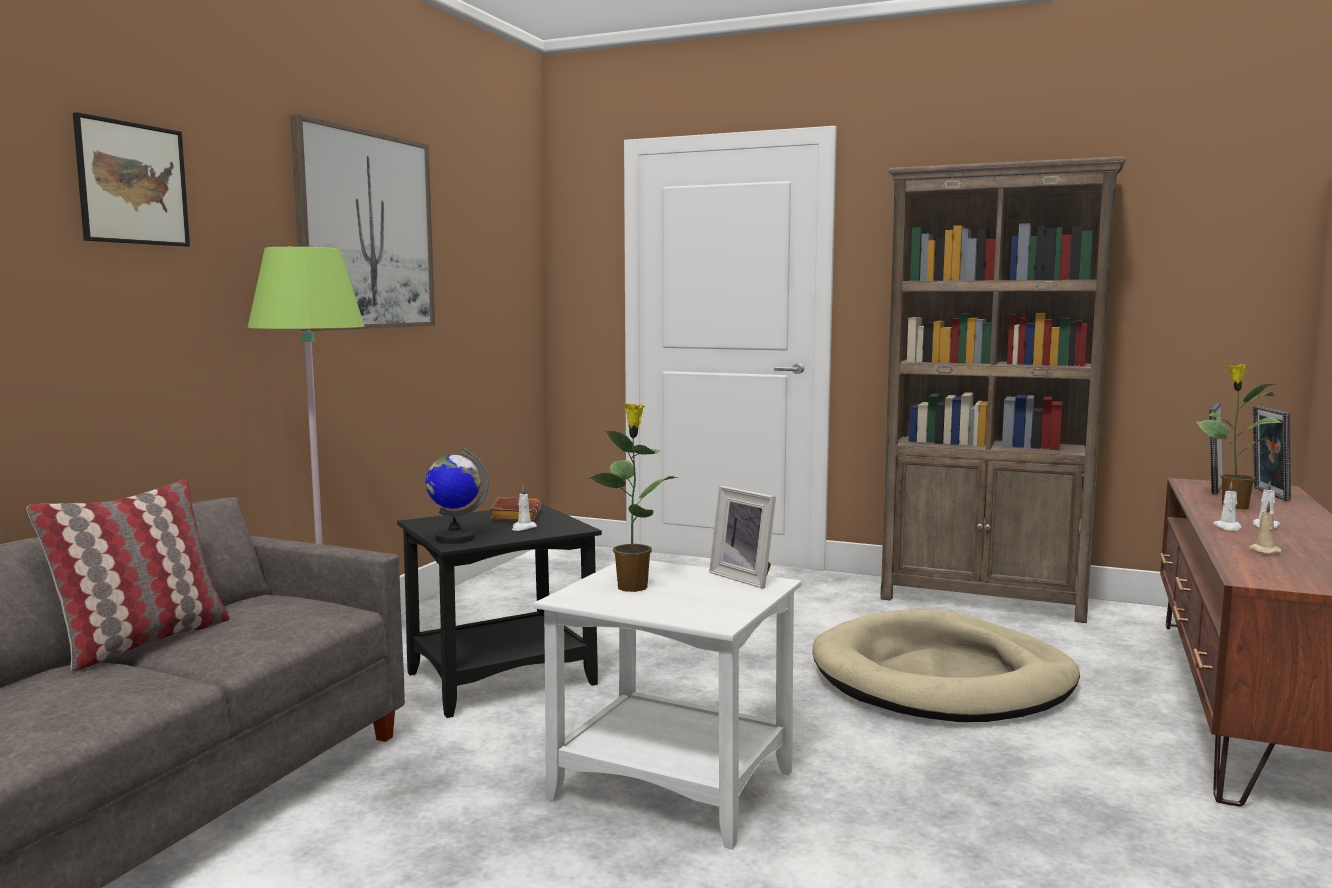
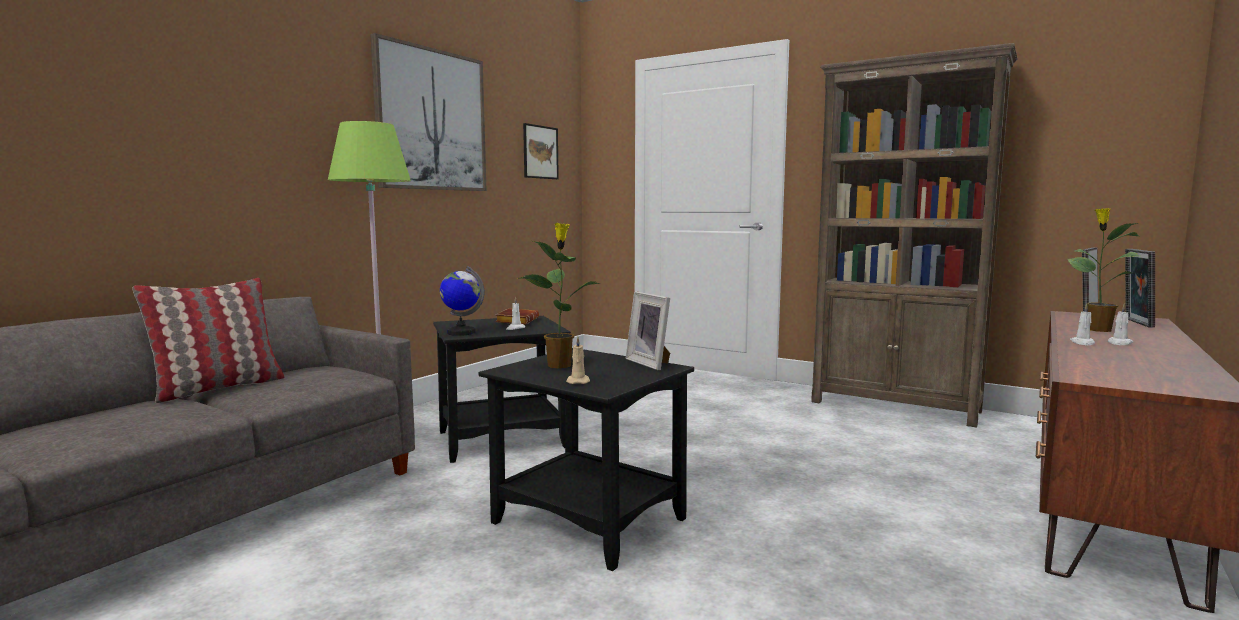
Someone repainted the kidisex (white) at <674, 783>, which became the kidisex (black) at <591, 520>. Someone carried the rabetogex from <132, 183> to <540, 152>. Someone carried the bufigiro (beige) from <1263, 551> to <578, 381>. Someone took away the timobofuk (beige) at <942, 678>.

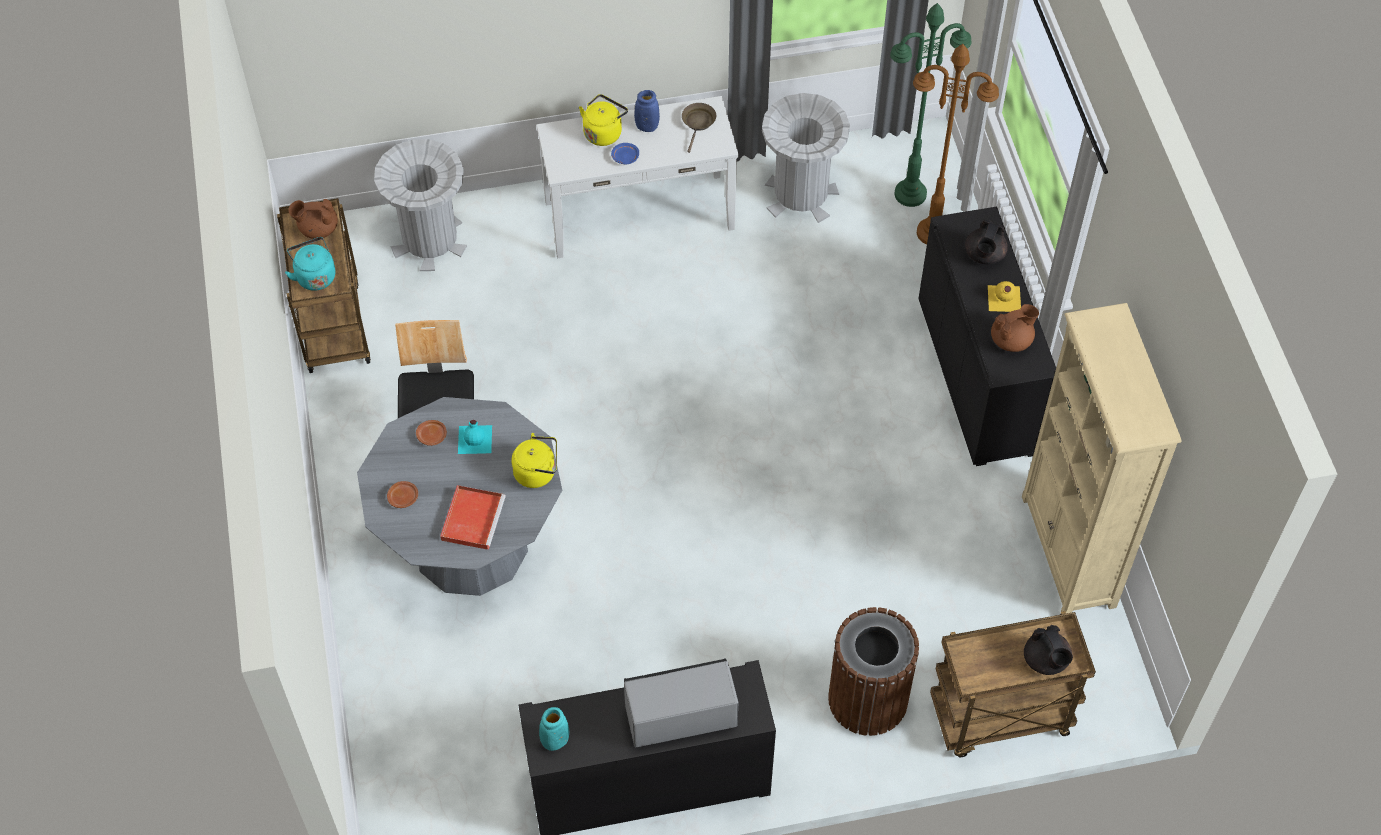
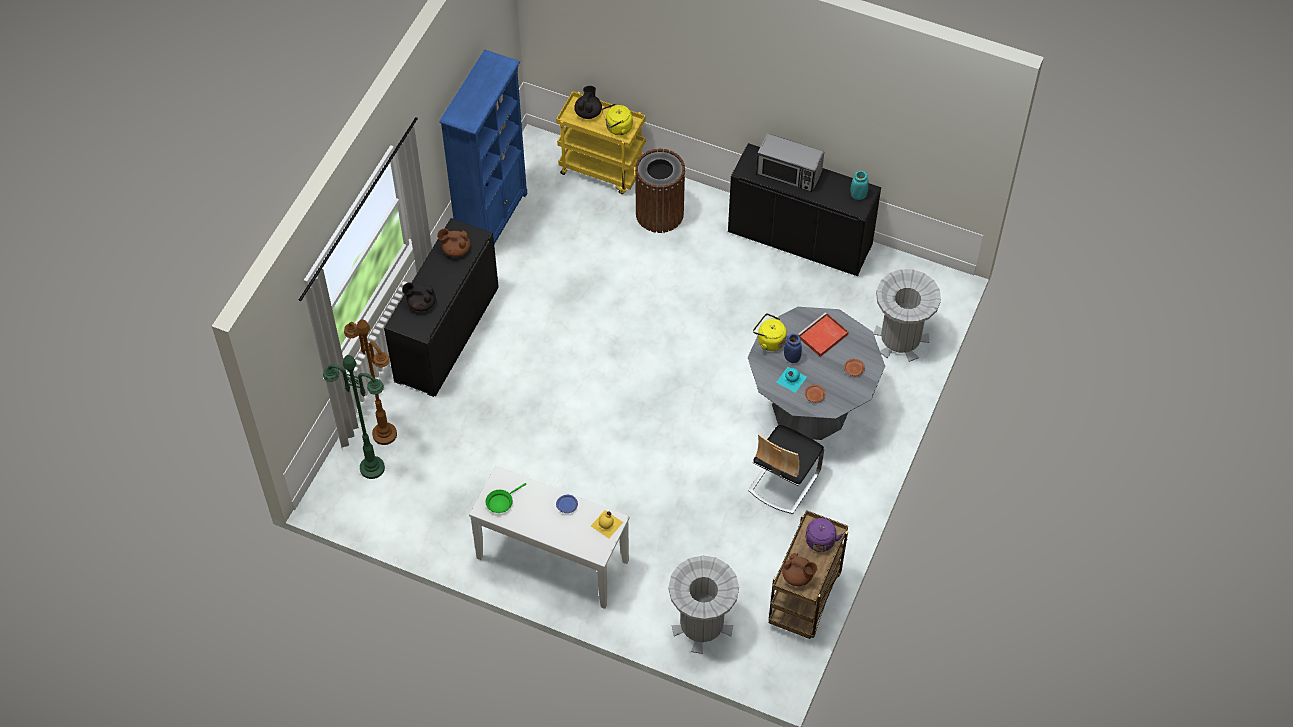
Someone rotated the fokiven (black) at <984, 255> by 135 degrees counterclockwise. Someone repainted the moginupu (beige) at <1068, 552>, which became the moginupu (blue) at <493, 220>. Someone repainted the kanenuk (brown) at <698, 123>, which became the kanenuk (green) at <501, 502>. Someone repainted the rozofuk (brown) at <999, 718>, which became the rozofuk (yellow) at <603, 170>. Someone carried the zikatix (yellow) from <1003, 299> to <607, 524>. Someone carried the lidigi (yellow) from <604, 132> to <617, 128>. Someone carried the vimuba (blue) from <647, 126> to <791, 358>. Someone repainted the lidigi (turquoise) at <314, 275>, which became the lidigi (purple) at <820, 543>. Someone carried the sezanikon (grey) from <800, 195> to <900, 339>.

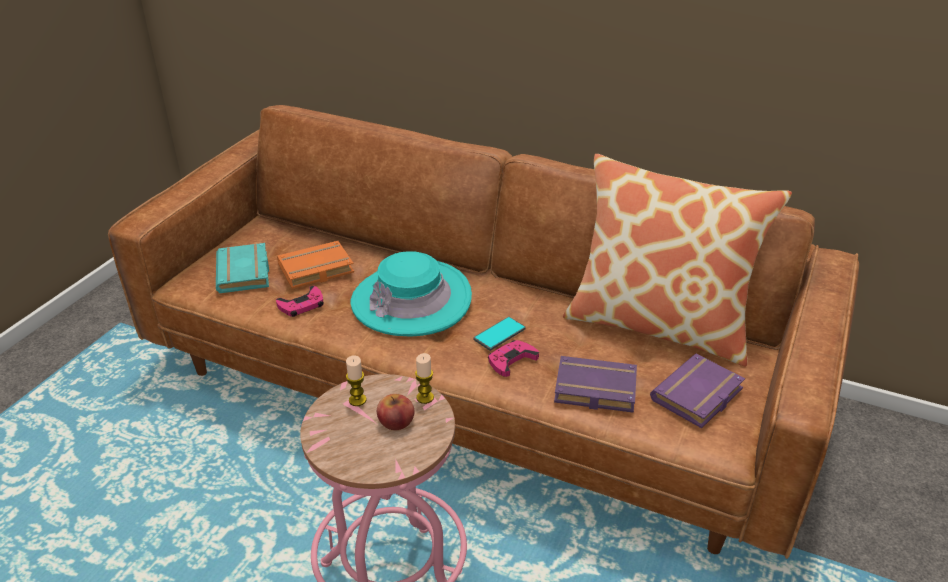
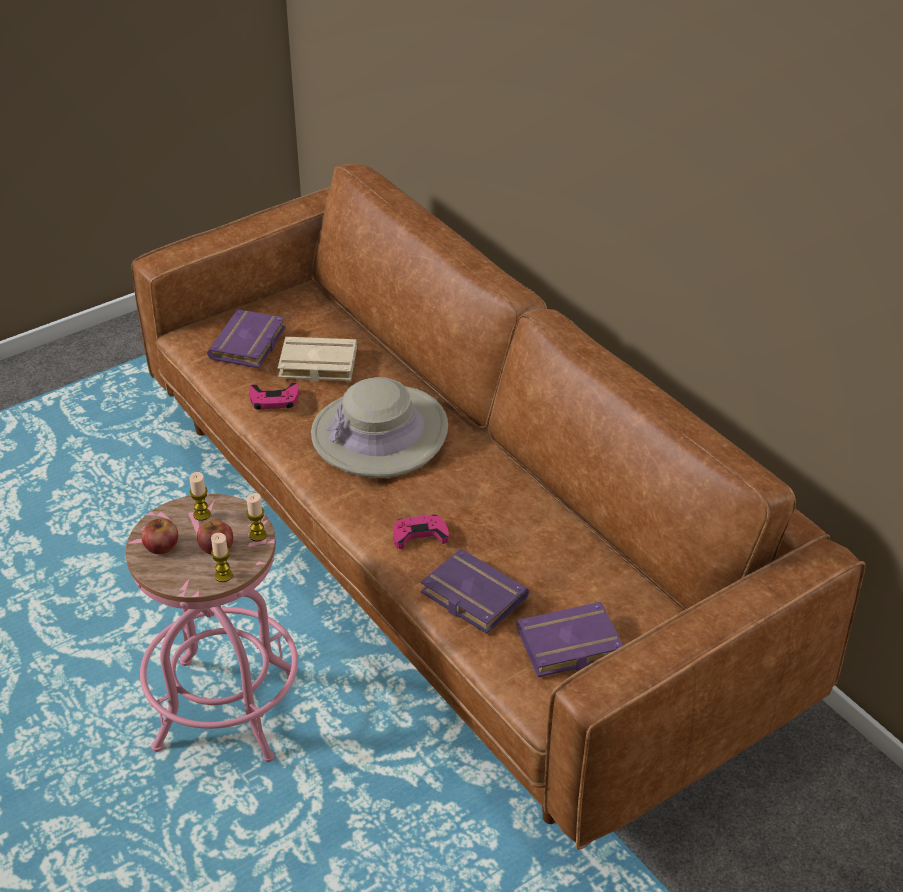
Someone put down the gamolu at <161, 545>. Someone repainted the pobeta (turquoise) at <245, 273>, which became the pobeta (purple) at <249, 345>. Someone put down the bufigiro at <223, 575>. Someone repainted the pobeta (orange) at <315, 270>, which became the pobeta (beige) at <316, 365>. Someone repainted the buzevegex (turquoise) at <411, 300>, which became the buzevegex (beige) at <380, 433>. Someone took away the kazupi at <499, 334>. Someone took away the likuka at <659, 324>.

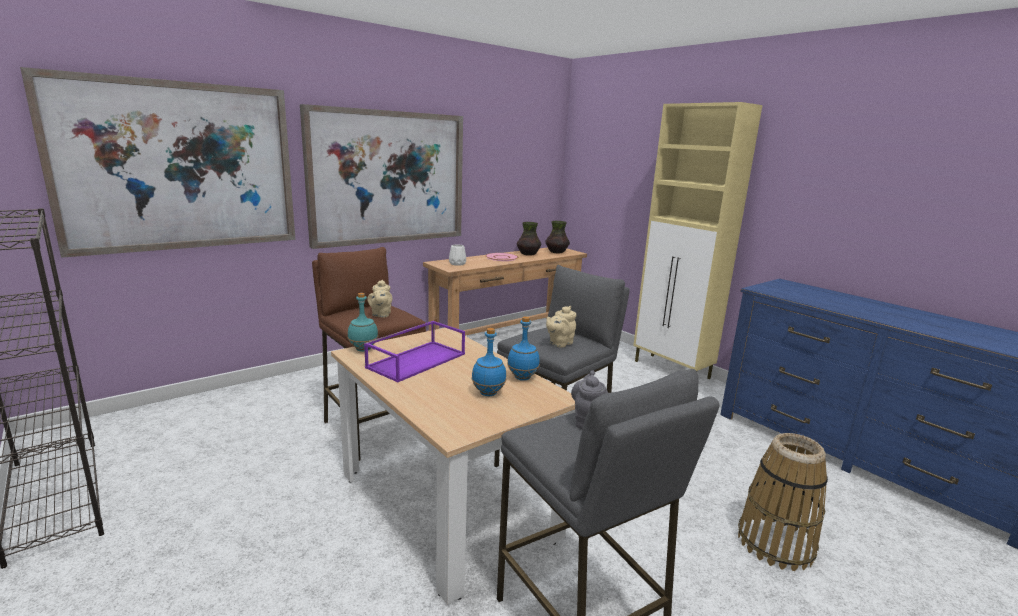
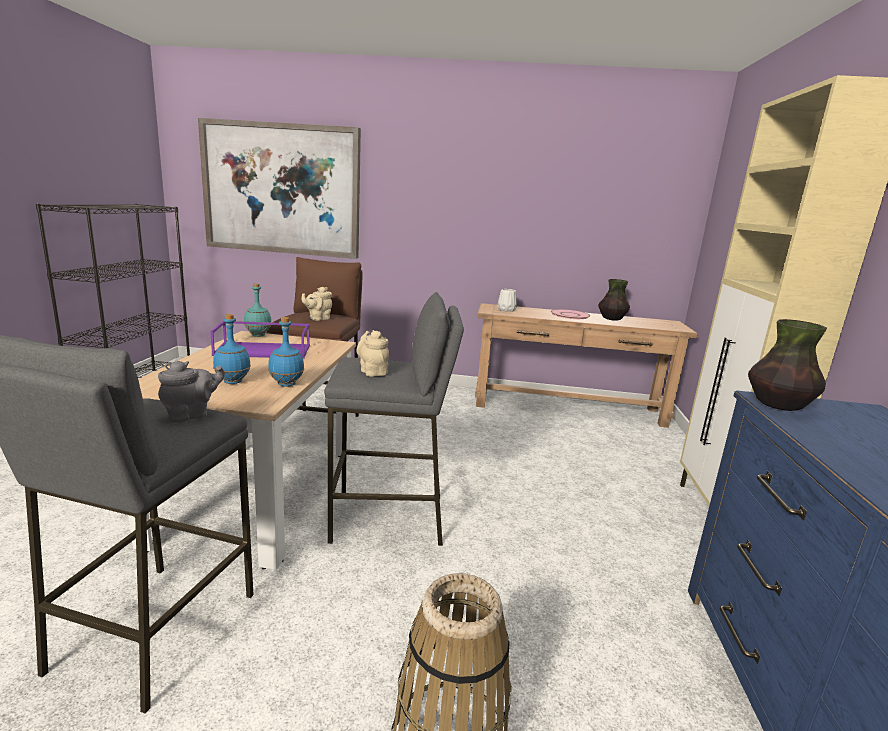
Someone rotated the fokiven (beige) at <559, 343> by 60 degrees clockwise. Someone carried the vimuba from <556, 252> to <778, 405>. Someone took away the rabetogex at <388, 177>.

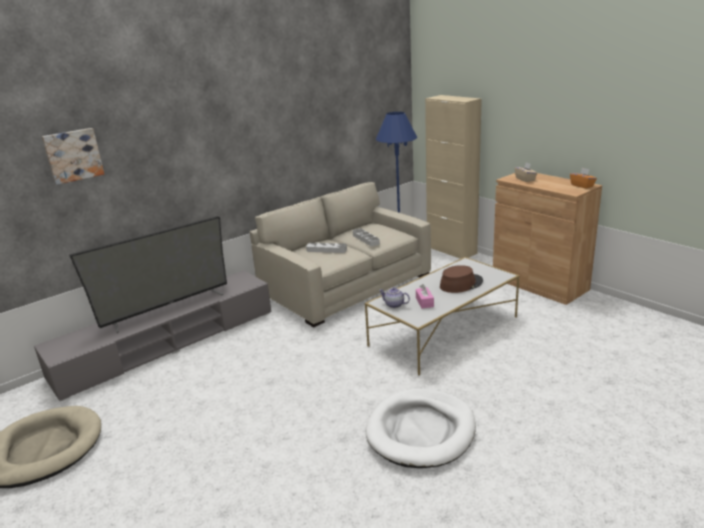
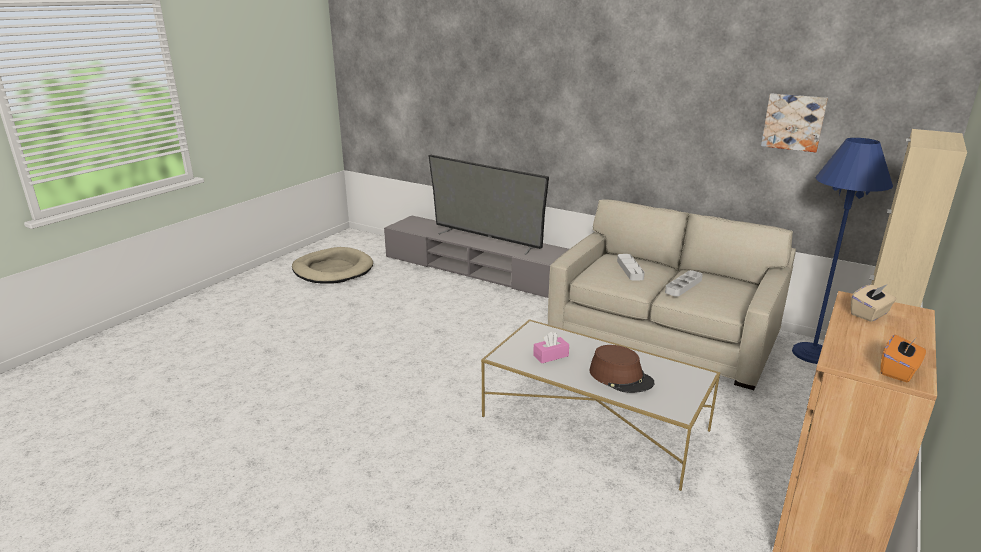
Someone carried the rabetogex from <73, 155> to <793, 122>. Someone took away the timobofuk (white) at <421, 431>. Someone took away the fokiven at <394, 305>.

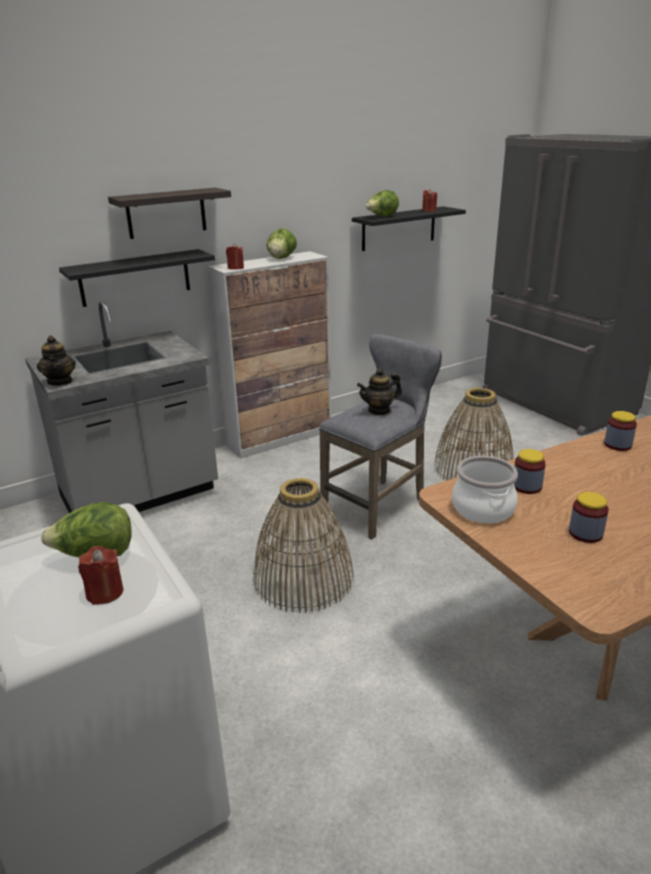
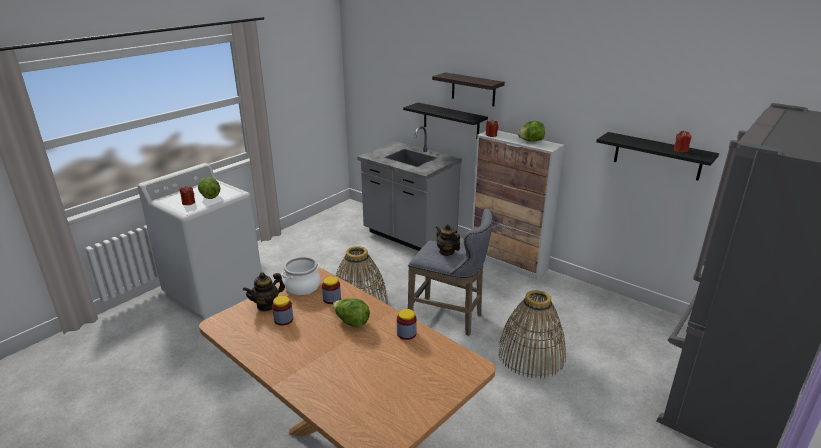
Someone carried the fokiven from <60, 381> to <266, 305>. Someone carried the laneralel from <382, 216> to <351, 322>.

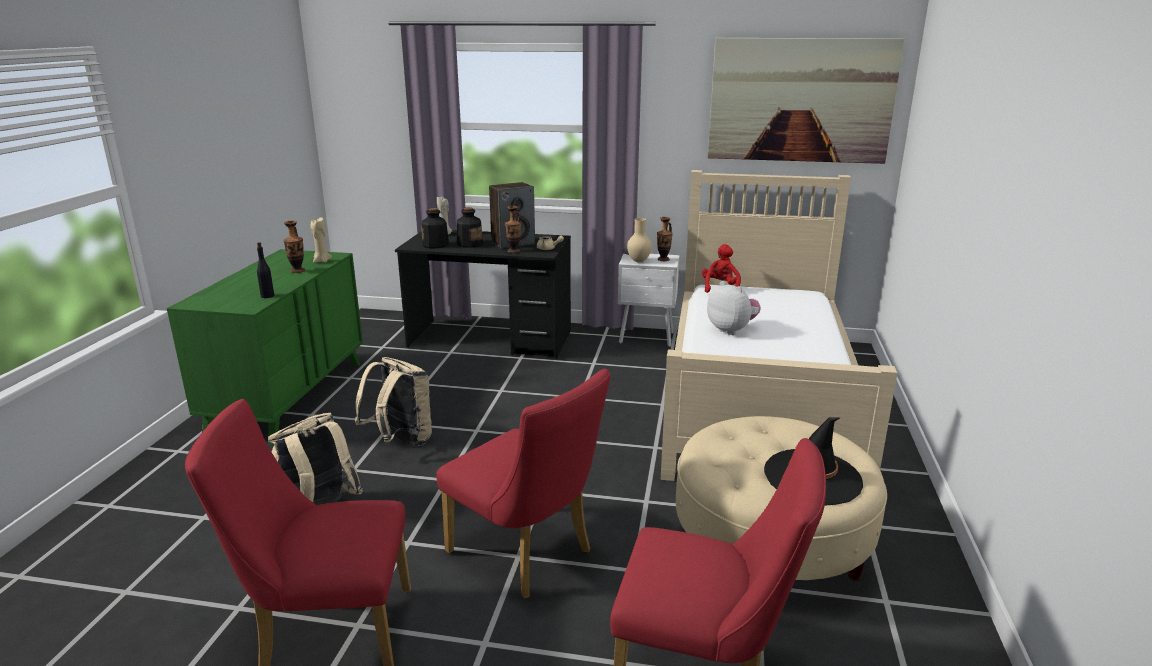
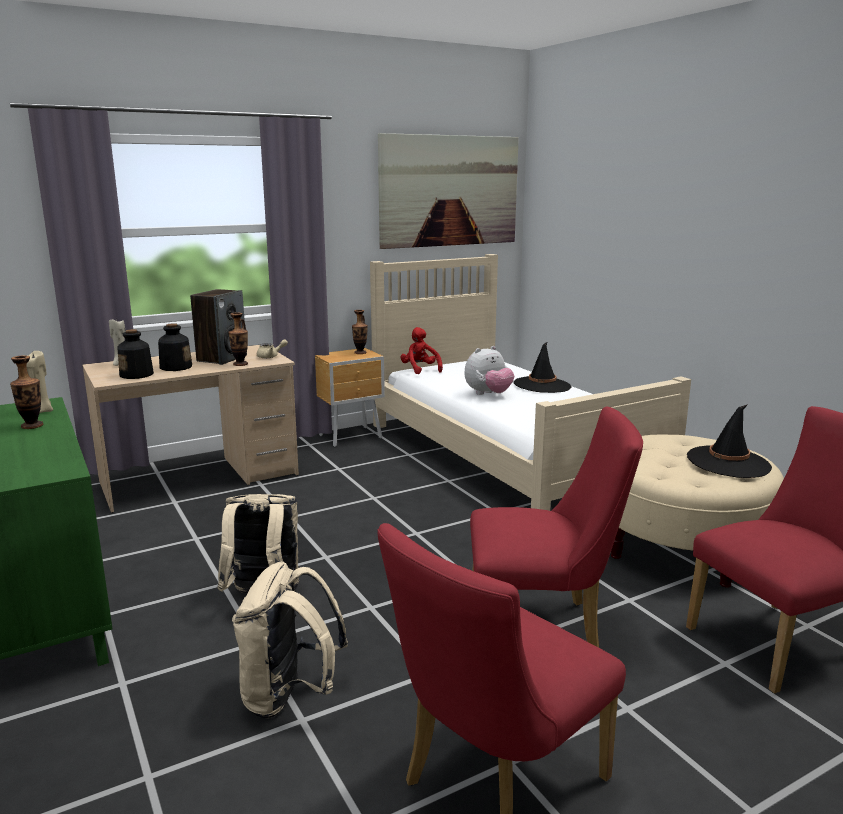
Someone repainted the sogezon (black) at <490, 339>, which became the sogezon (beige) at <200, 478>. Someone repainted the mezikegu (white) at <647, 338>, which became the mezikegu (brown) at <352, 437>. Someone rotated the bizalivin at <731, 330> by 135 degrees clockwise. Someone put down the buzevegex (black) at <542, 385>. Someone took away the zikatix (black) at <267, 296>. Someone took away the vimuba (beige) at <638, 261>.

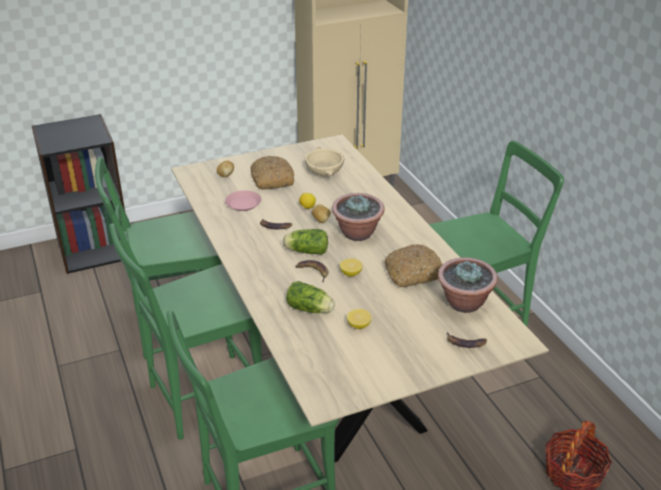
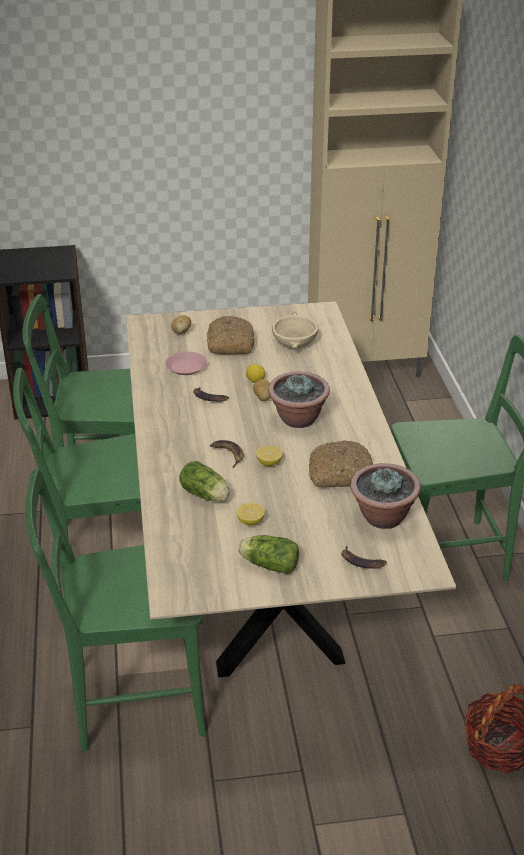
Someone carried the laneralel from <305, 251> to <268, 564>.

